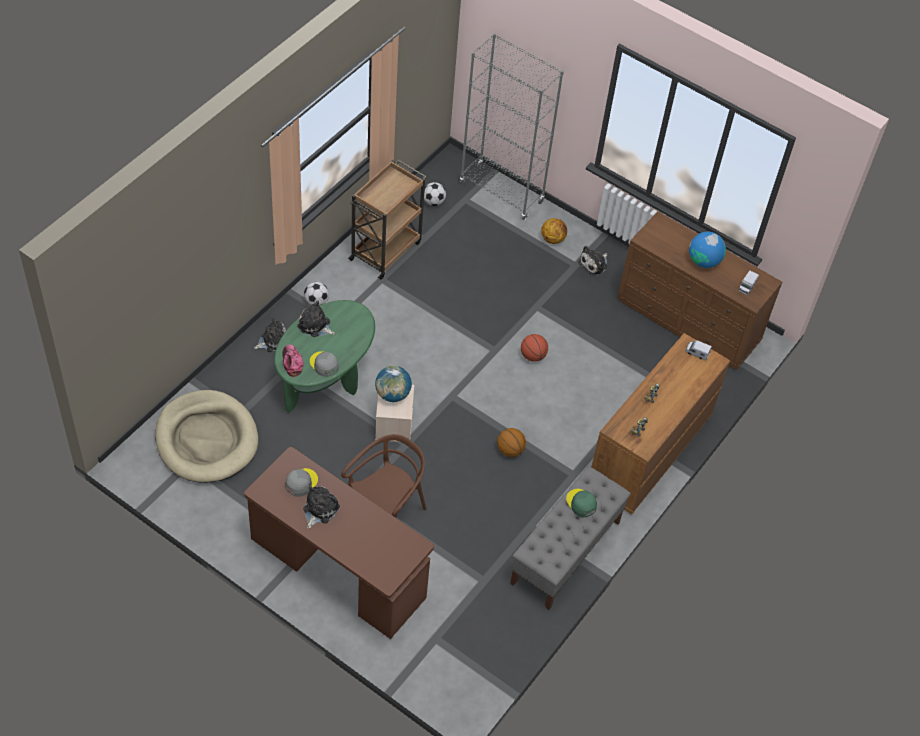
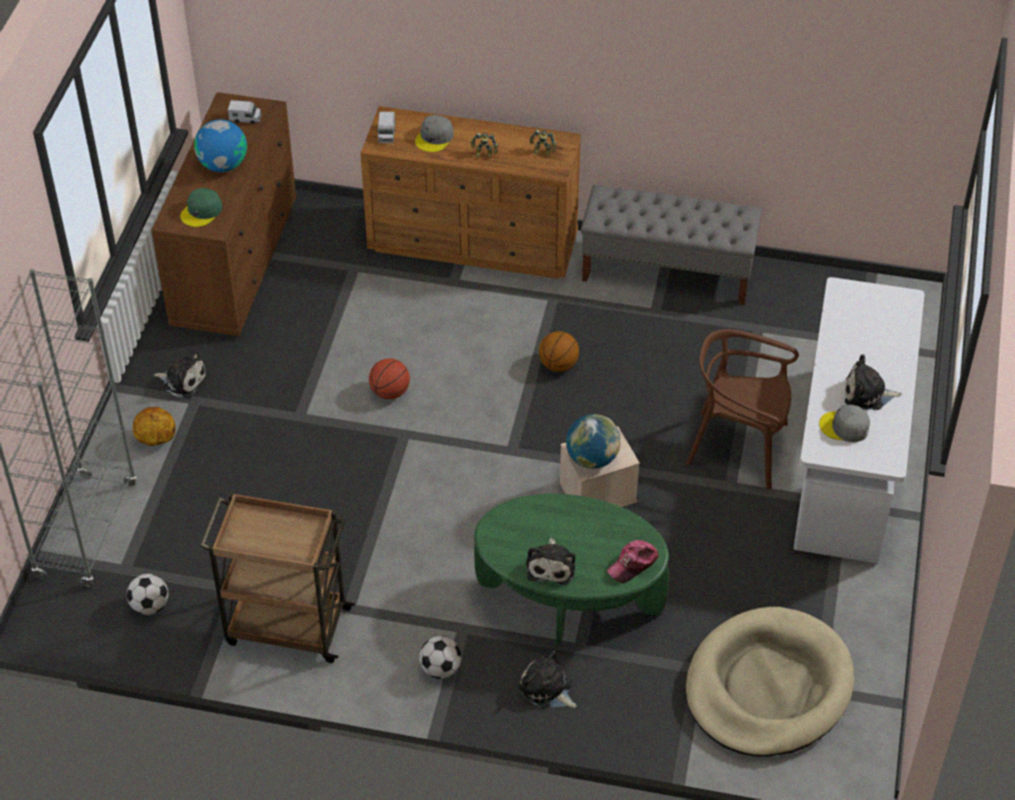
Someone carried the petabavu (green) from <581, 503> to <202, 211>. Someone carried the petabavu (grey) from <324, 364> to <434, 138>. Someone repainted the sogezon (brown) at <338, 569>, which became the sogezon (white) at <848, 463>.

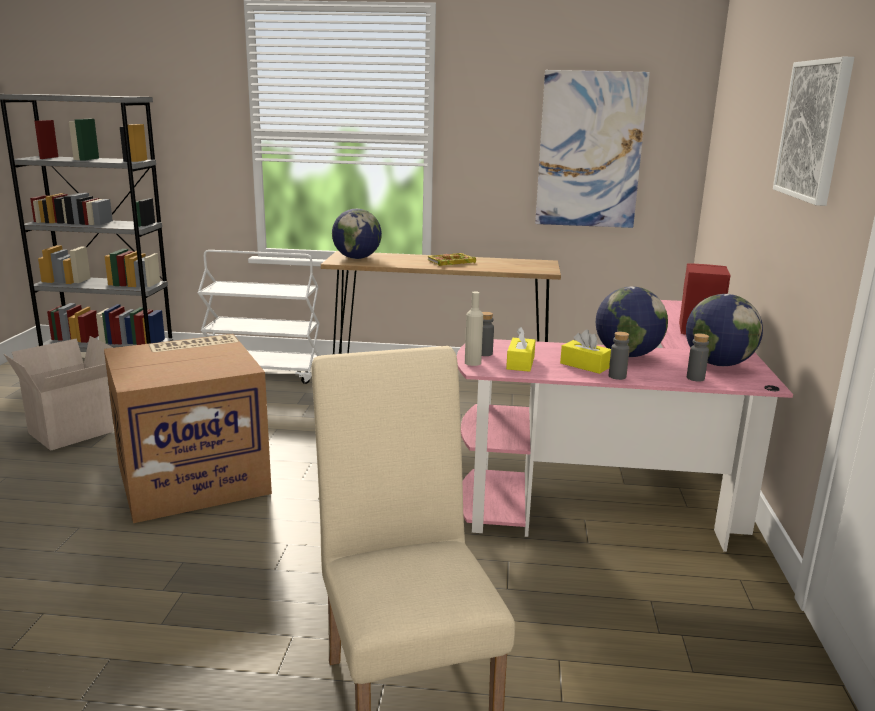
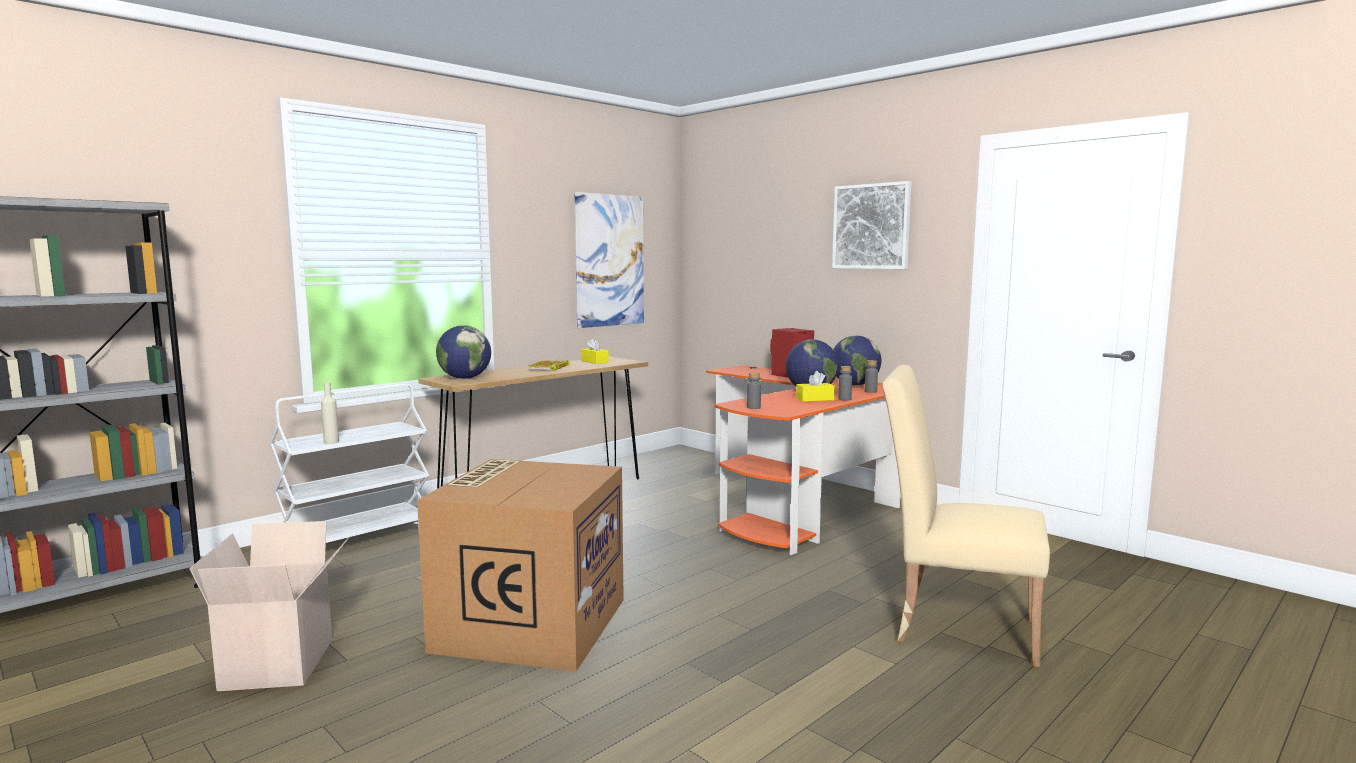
Someone carried the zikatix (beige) from <472, 363> to <331, 442>. Someone carried the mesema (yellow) from <520, 363> to <595, 361>. Someone repainted the sogezon (pink) at <627, 489>, which became the sogezon (orange) at <799, 502>.

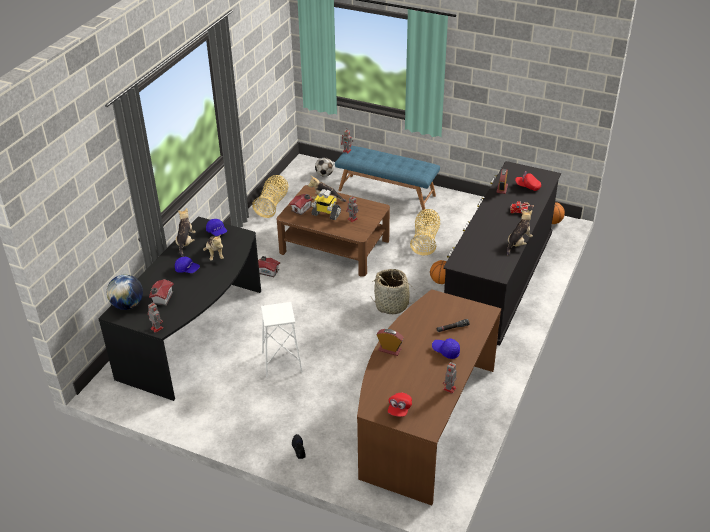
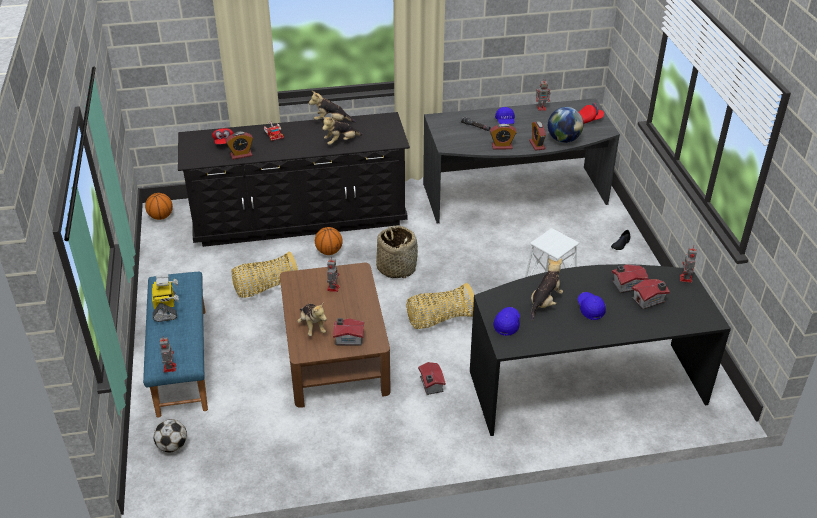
Someone carried the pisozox from <326, 214> to <166, 309>. Someone carried the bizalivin from <185, 243> to <341, 142>. Someone carried the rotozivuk from <272, 205> to <439, 319>. Someone repainted the sogezon (brown) at <424, 419>, which became the sogezon (grey) at <515, 197>. Someone put down the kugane at <502, 146>. Someone carried the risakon from <127, 305> to <563, 139>. Someone put down the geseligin at <627, 285>.

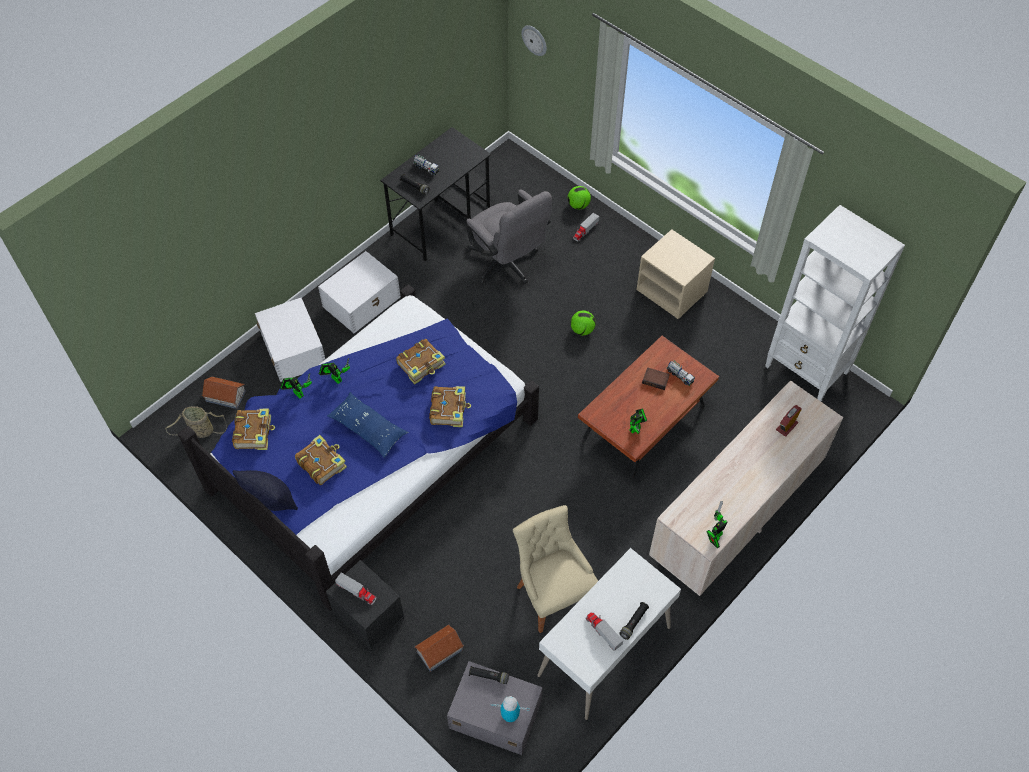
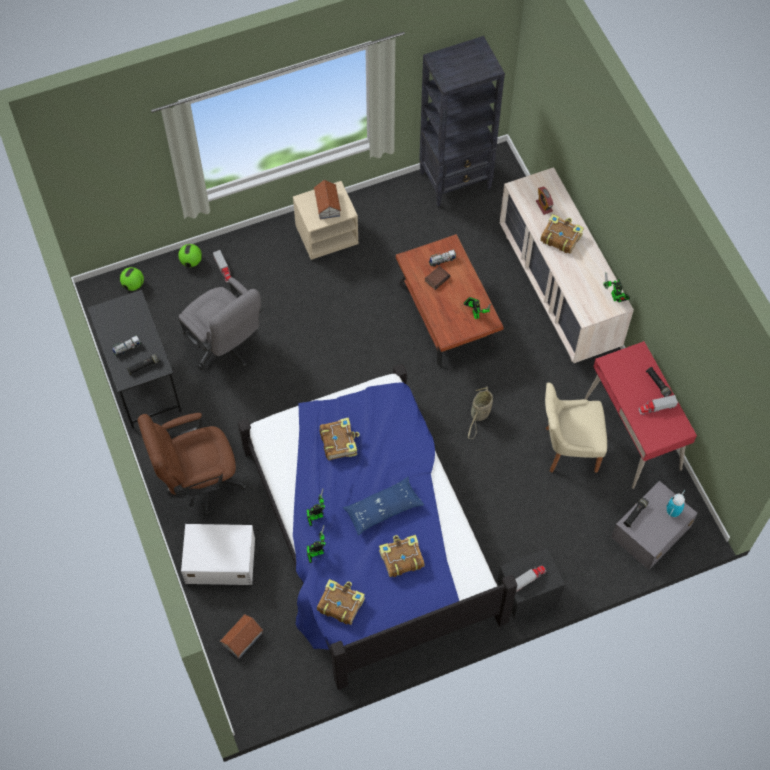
Someone carried the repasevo from <582, 330> to <133, 285>. Someone swapped the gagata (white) at <362, 301> for the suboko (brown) at <198, 482>. Someone rotated the suboko (grey) at <507, 265> by 60 degrees clockwise. Someone carried the geseligin from <439, 650> to <327, 205>. Someone repainted the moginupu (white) at <807, 370>, which became the moginupu (black) at <456, 180>. Someone carried the rotozivuk from <200, 431> to <479, 415>. Someone carried the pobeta from <449, 409> to <560, 237>. Someone repainted the sogezon (white) at <604, 652>, which became the sogezon (red) at <633, 433>. Someone took away the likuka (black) at <270, 501>. Someone took away the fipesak at <534, 40>.

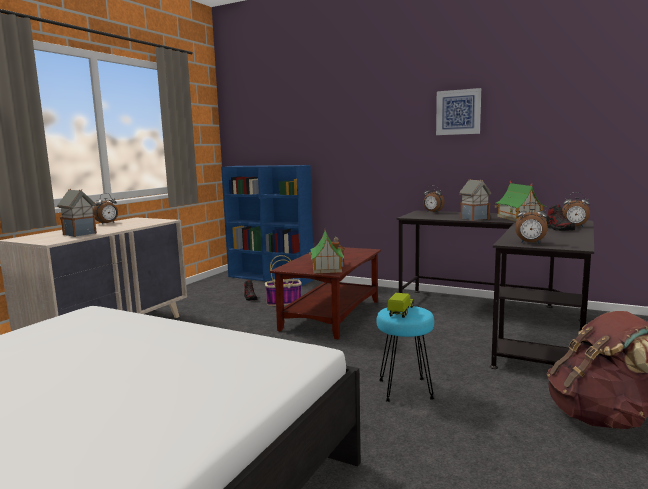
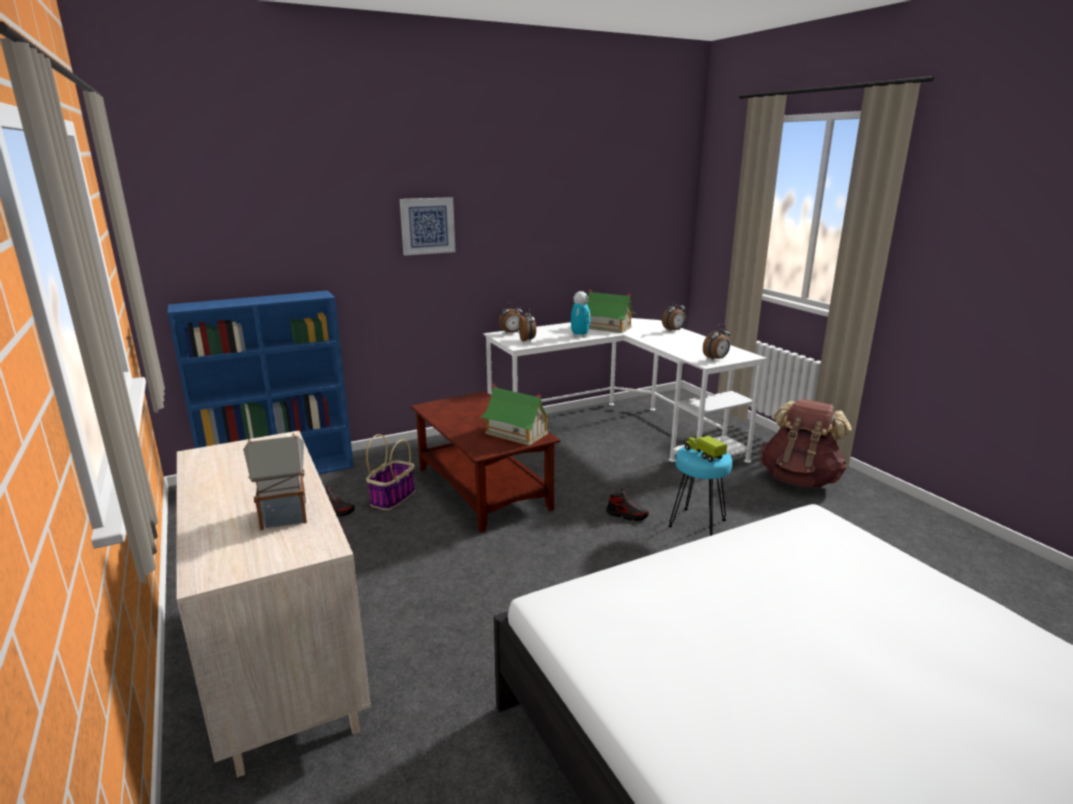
Someone carried the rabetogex from <458, 112> to <427, 226>. Someone repainted the sogezon (black) at <503, 322>, which became the sogezon (white) at <617, 432>. Someone carried the kugane from <107, 223> to <527, 340>. Someone swapped the geseligin at <474, 218> for the pisozox at <579, 336>. Someone carried the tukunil from <559, 229> to <627, 515>.

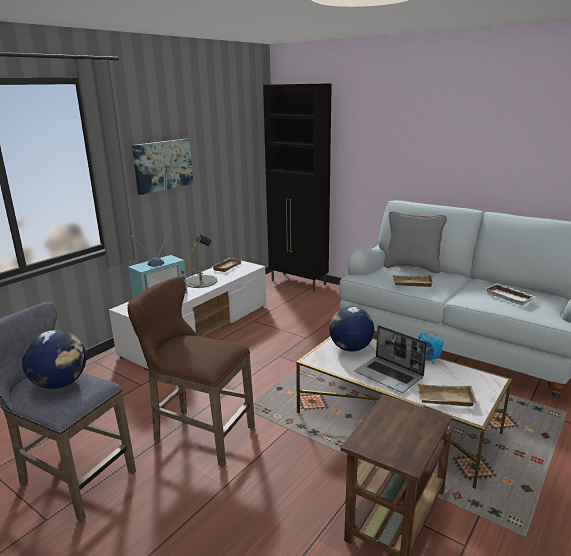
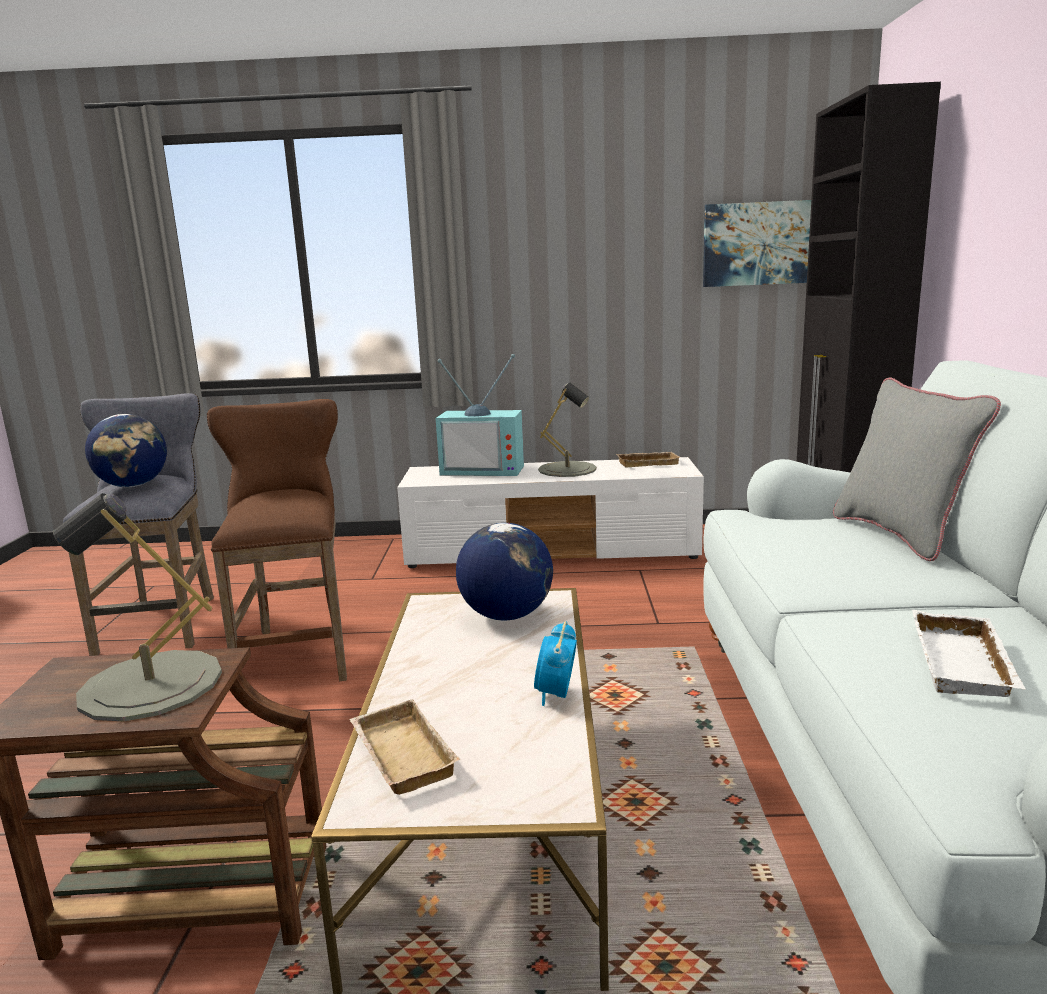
Someone put down the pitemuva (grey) at <150, 685>. Someone carried the rabetogex from <163, 165> to <762, 244>. Someone took away the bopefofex at <389, 375>. Someone took away the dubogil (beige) at <411, 284>.

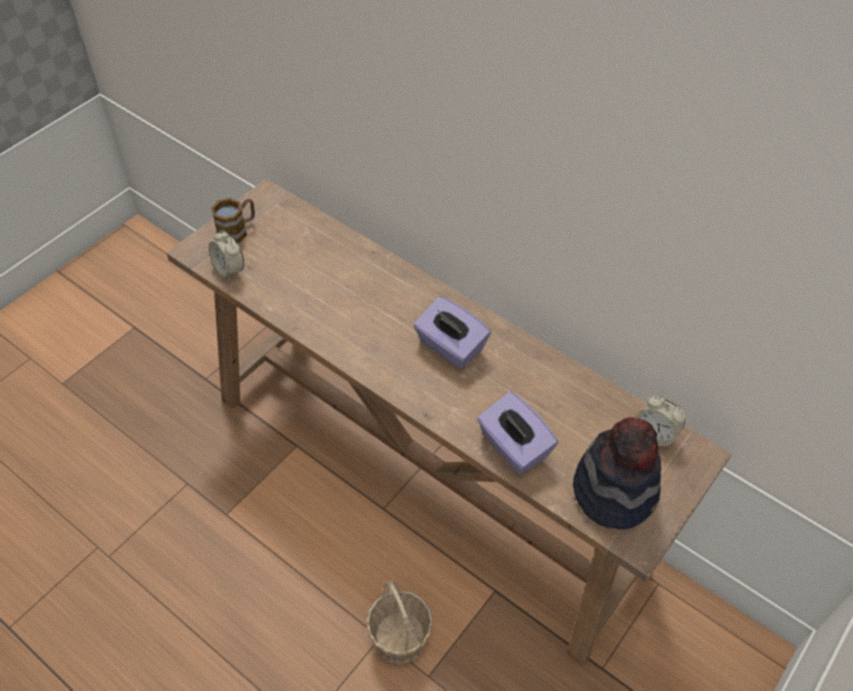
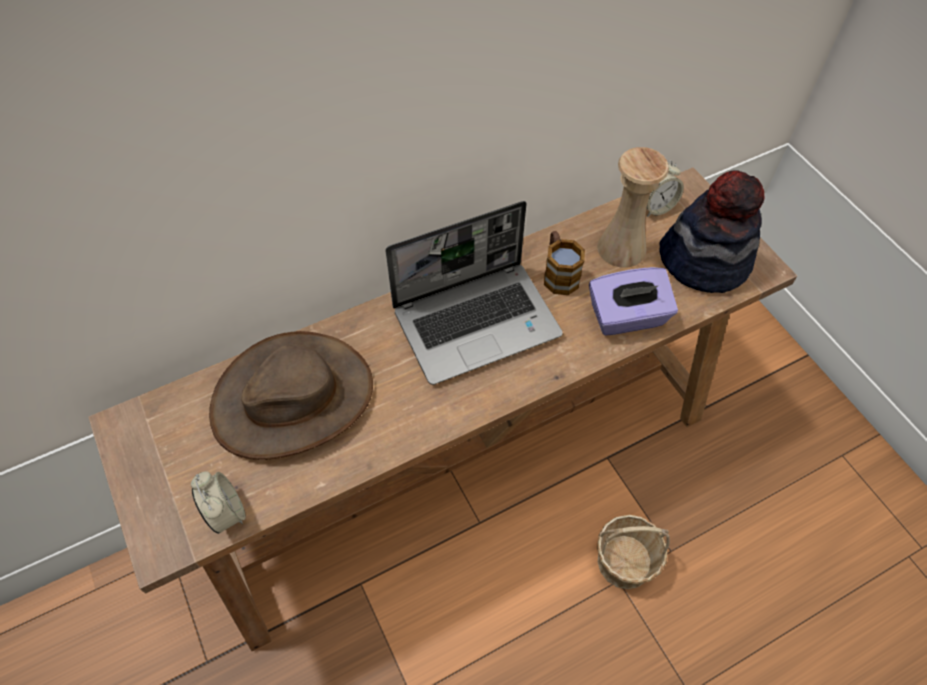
Someone rotated the kugane at <229, 270> by 105 degrees counterclockwise. Someone put down the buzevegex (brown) at <292, 398>. Someone swapped the mesema (purple) at <450, 347> for the bopefofex at <477, 321>. Someone carried the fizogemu from <237, 230> to <558, 274>. Someone put down the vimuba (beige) at <621, 248>.

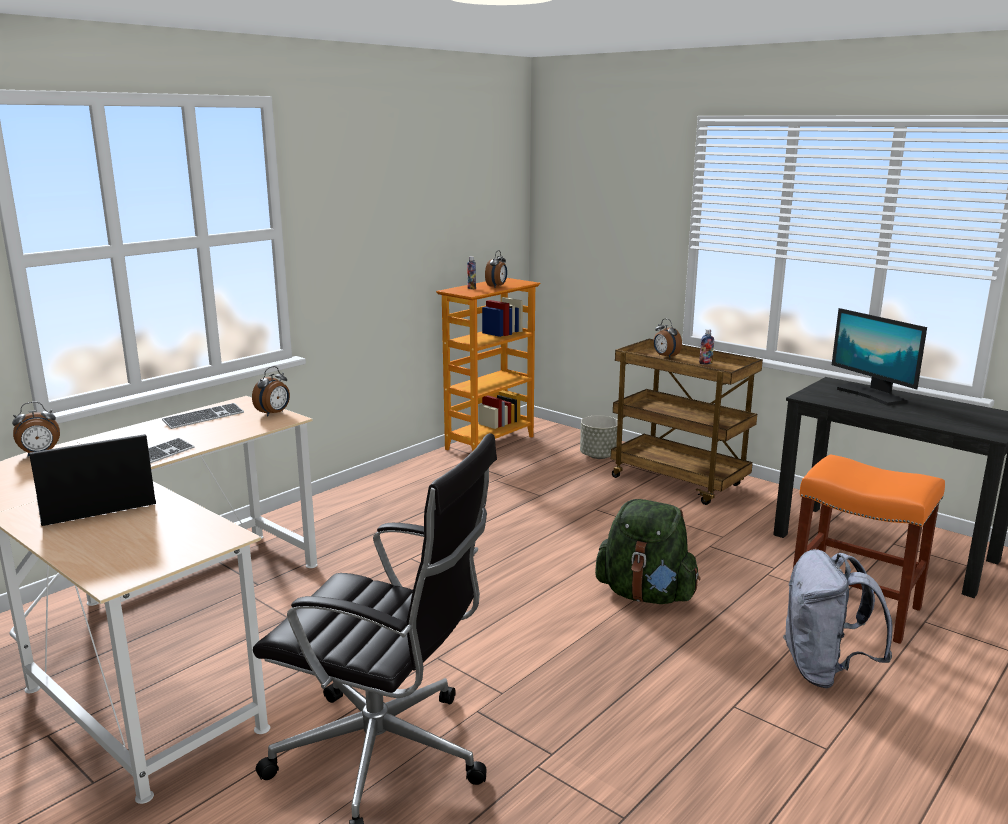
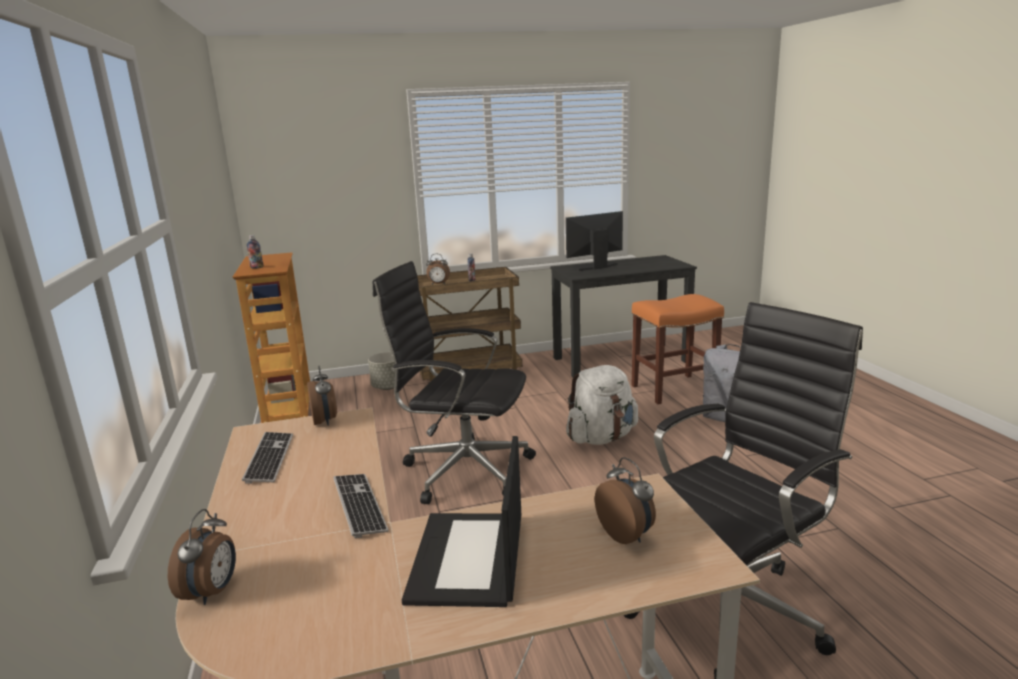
Someone put down the suboko (black) at <463, 470>. Someone rotated the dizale at <871, 395> by 150 degrees clockwise. Someone repainted the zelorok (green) at <646, 595>, which became the zelorok (white) at <601, 438>. Someone carried the kugane from <497, 286> to <626, 534>.

